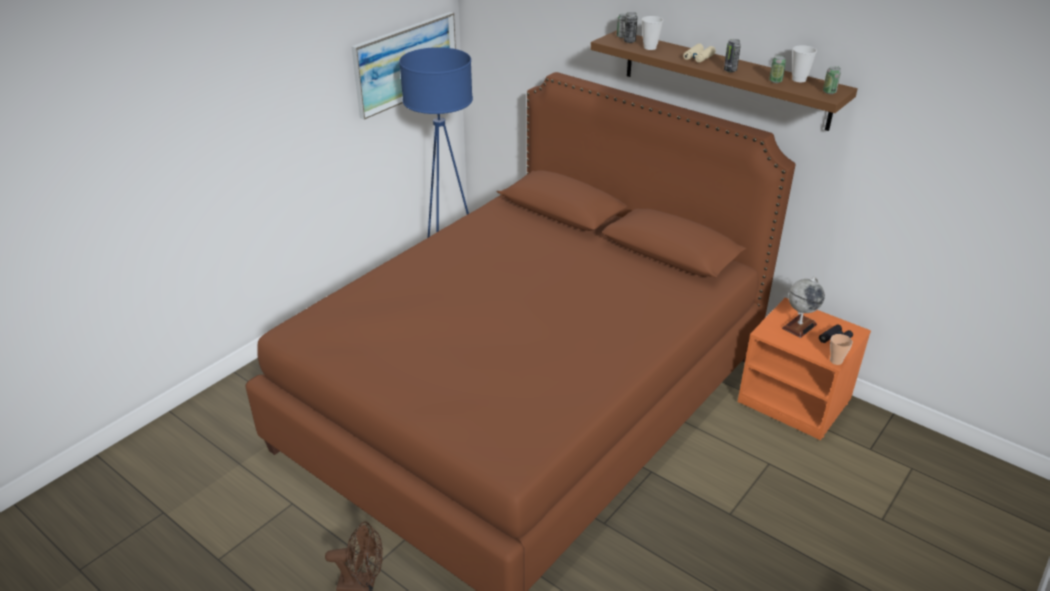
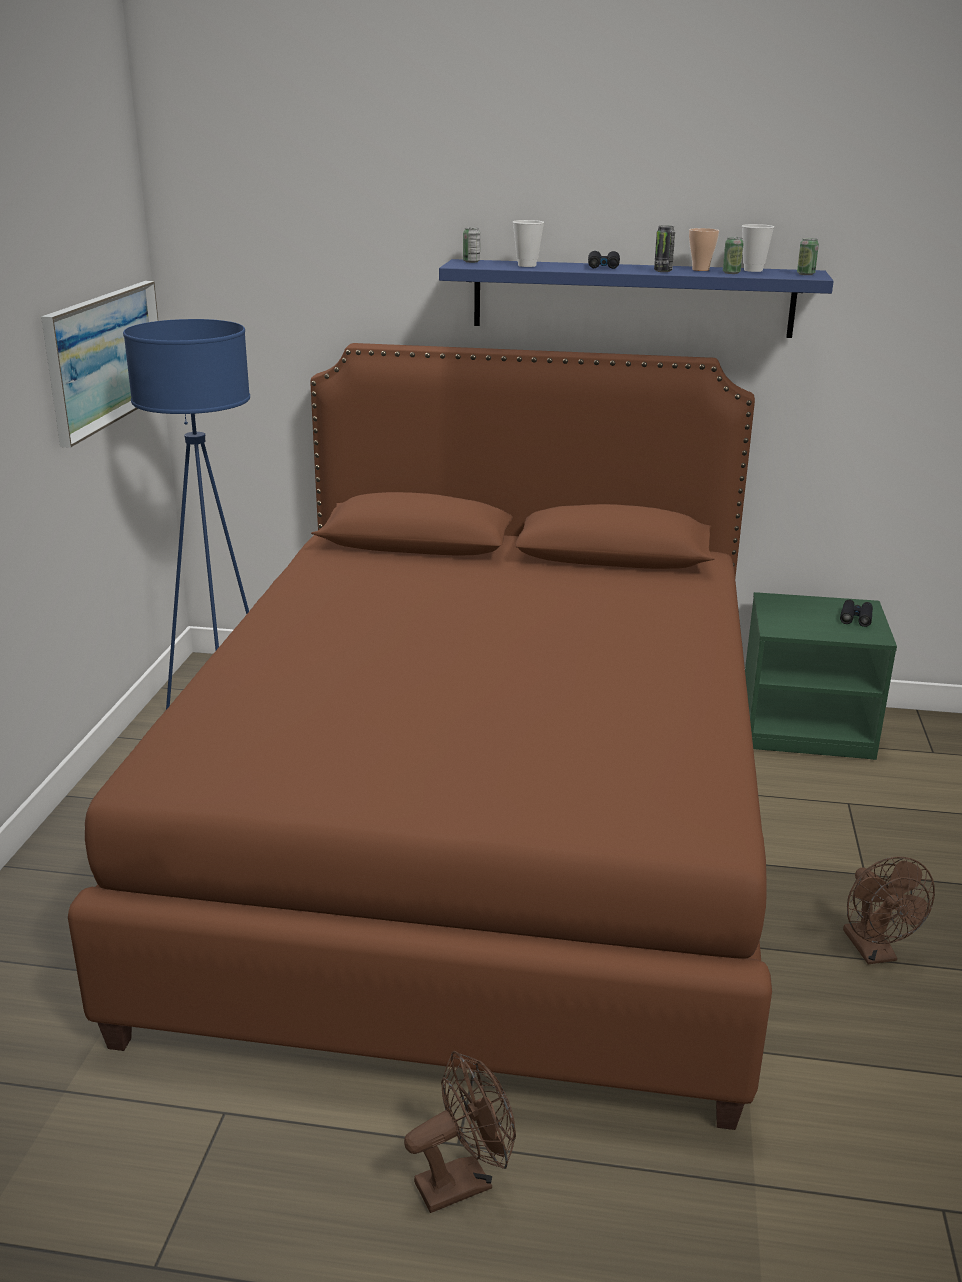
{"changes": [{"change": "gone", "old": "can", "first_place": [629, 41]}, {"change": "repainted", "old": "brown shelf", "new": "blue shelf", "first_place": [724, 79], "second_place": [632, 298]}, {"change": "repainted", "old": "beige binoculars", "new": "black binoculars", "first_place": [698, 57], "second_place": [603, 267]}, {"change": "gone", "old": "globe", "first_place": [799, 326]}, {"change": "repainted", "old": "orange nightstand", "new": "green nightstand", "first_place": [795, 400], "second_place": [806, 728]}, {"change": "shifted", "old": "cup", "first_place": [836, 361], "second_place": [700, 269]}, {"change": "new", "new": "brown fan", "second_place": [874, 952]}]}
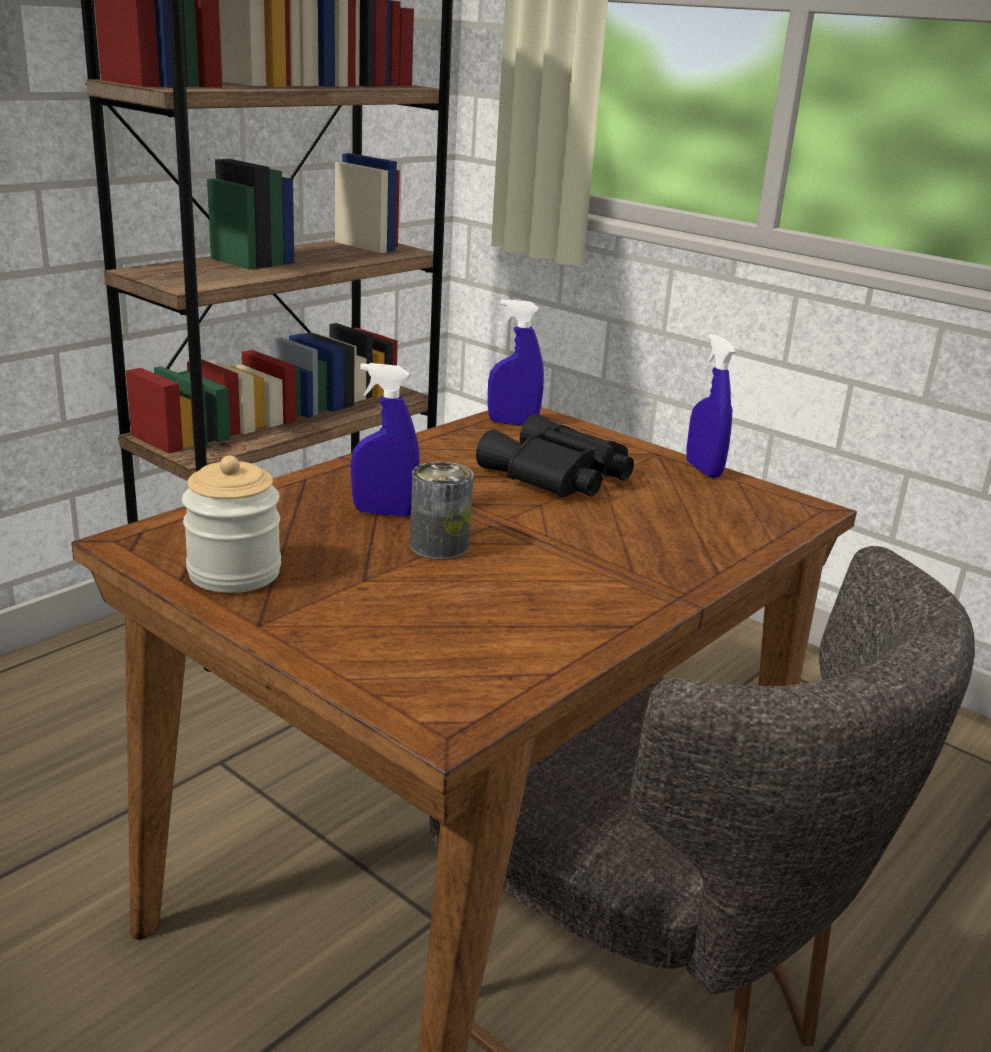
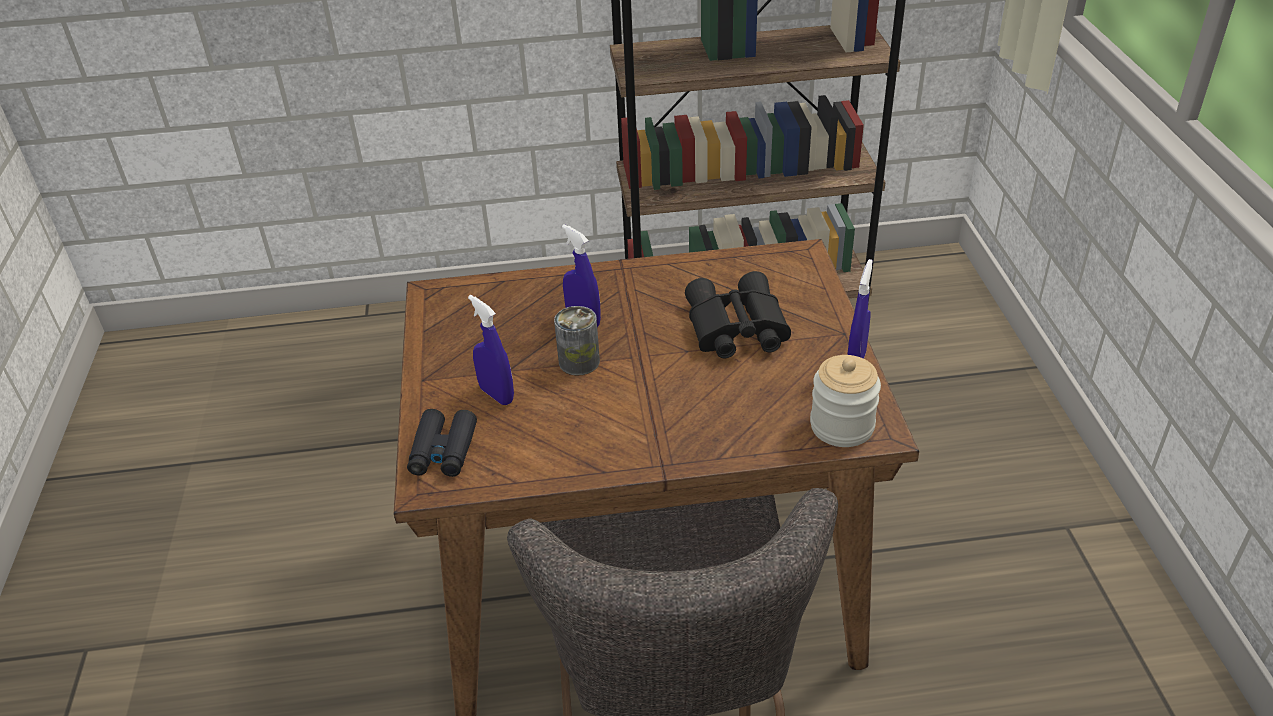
{"changes": [{"change": "shifted", "old": "blue spray bottle", "first_place": [513, 423], "second_place": [496, 395]}, {"change": "shifted", "old": "jar", "first_place": [234, 573], "second_place": [842, 426]}, {"change": "new", "new": "black binoculars", "second_place": [443, 451]}]}
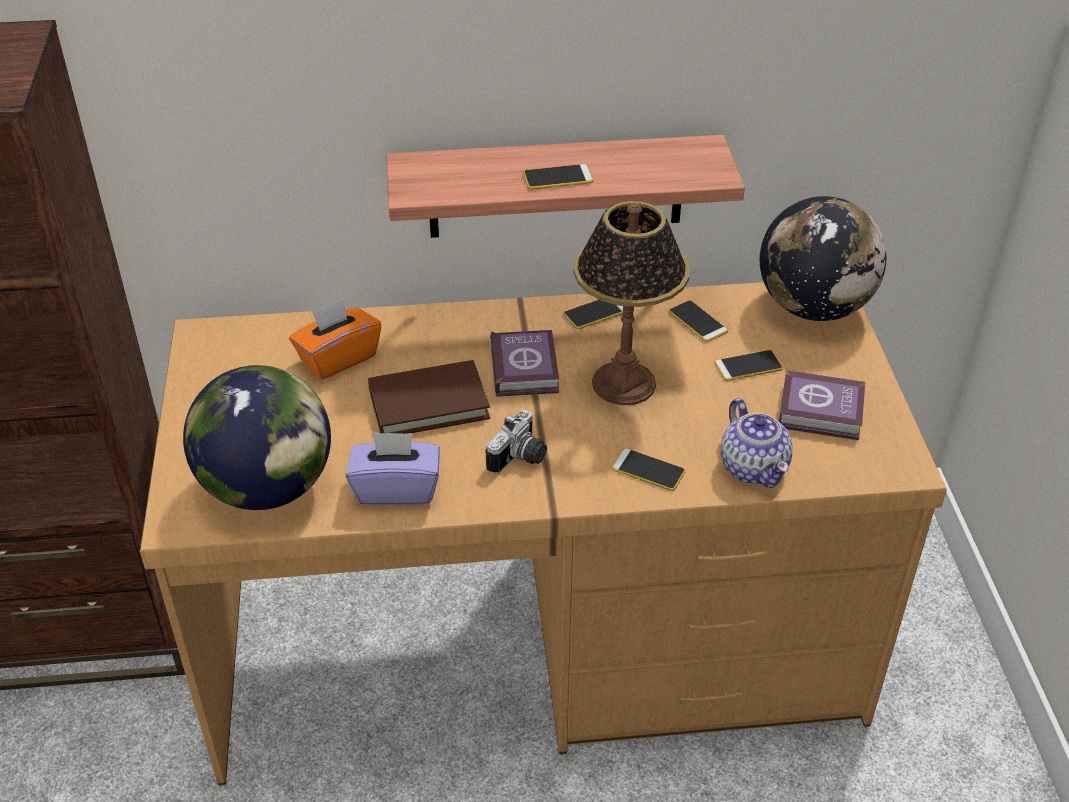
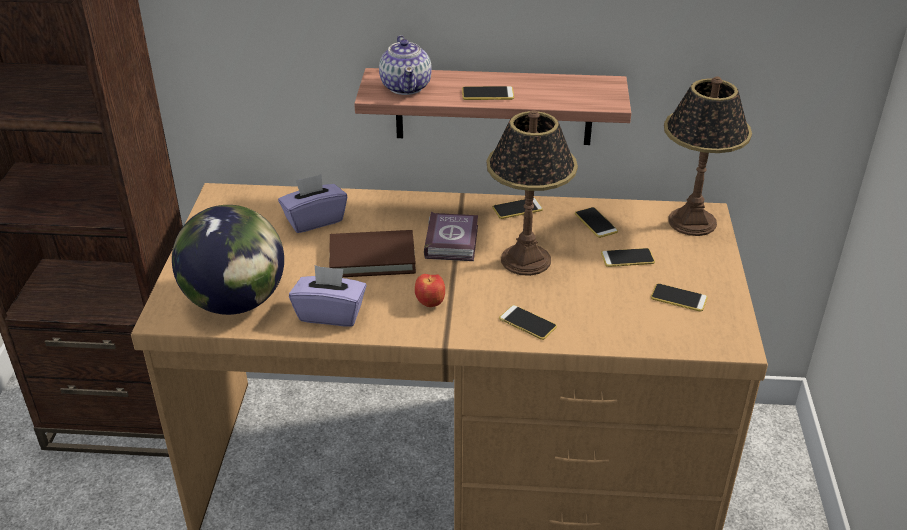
{"changes": [{"change": "swapped", "old": "globe", "new": "table lamp", "first_place": [814, 307], "second_place": [692, 222]}, {"change": "repainted", "old": "orange tissue box", "new": "purple tissue box", "first_place": [338, 358], "second_place": [314, 220]}, {"change": "swapped", "old": "book", "new": "phone", "first_place": [822, 413], "second_place": [678, 298]}, {"change": "shifted", "old": "teapot", "first_place": [753, 467], "second_place": [406, 86]}, {"change": "swapped", "old": "photo camera", "new": "apple", "first_place": [520, 459], "second_place": [430, 303]}]}
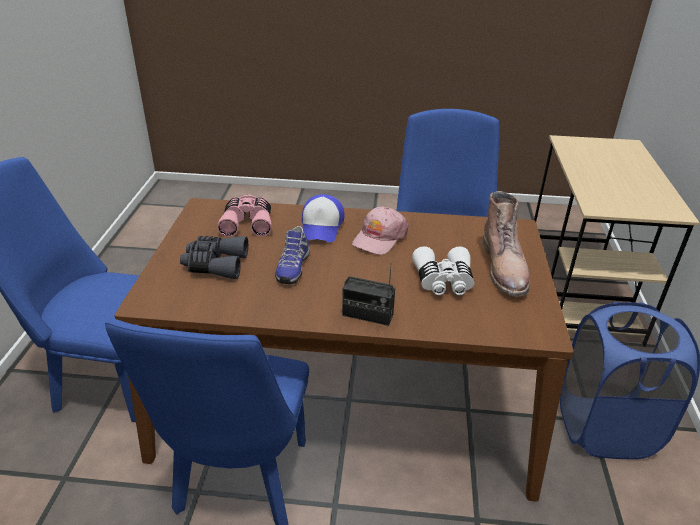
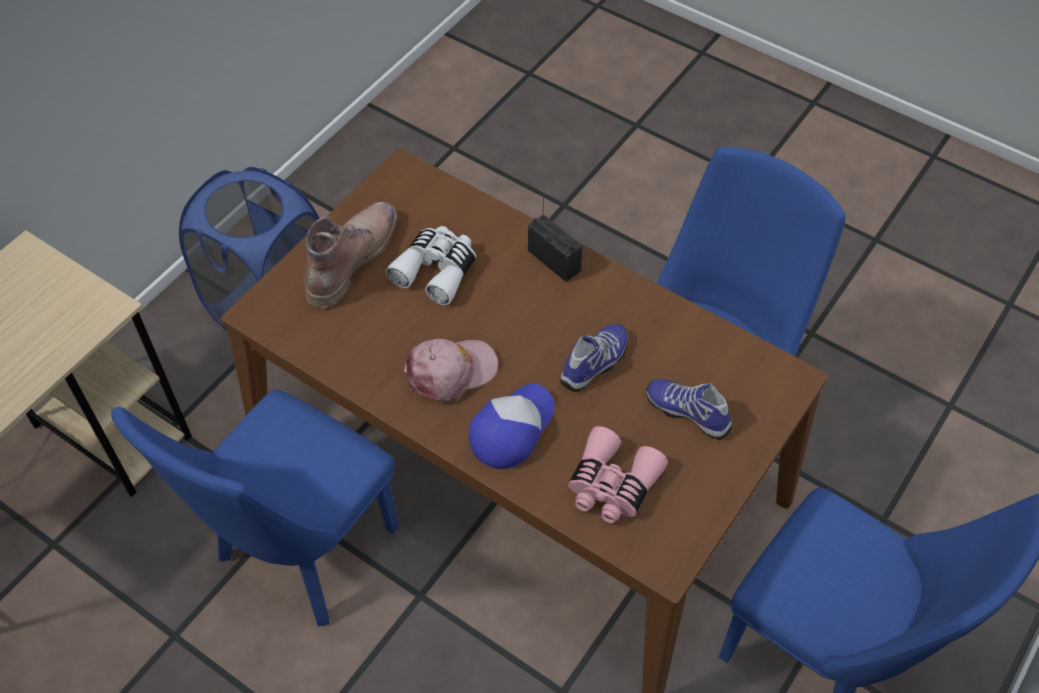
{"changes": [{"change": "swapped", "old": "grey binoculars", "new": "shoe", "first_place": [215, 264], "second_place": [689, 411]}]}
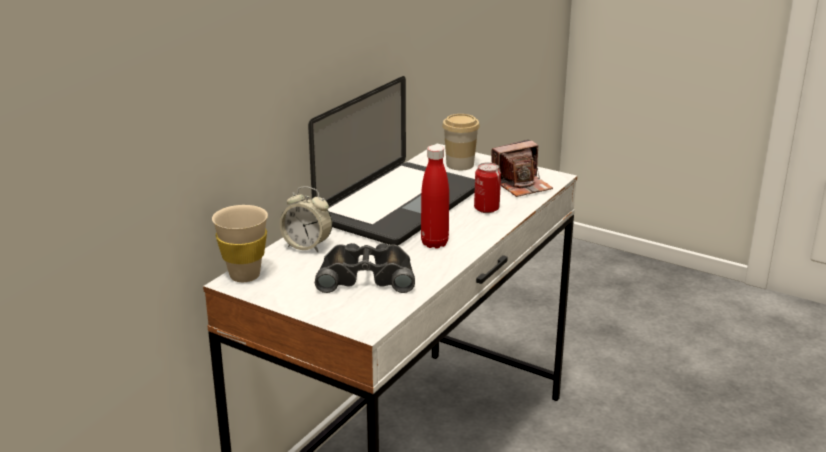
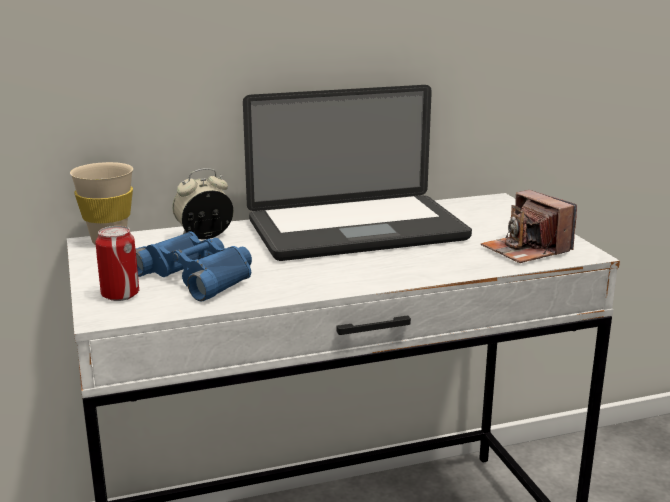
{"changes": [{"change": "gone", "old": "cup", "first_place": [460, 165]}, {"change": "rotated", "old": "photo camera", "first_place": [521, 185], "second_place": [526, 250], "degrees": 45}, {"change": "gone", "old": "red bottle", "first_place": [434, 243]}, {"change": "shifted", "old": "can", "first_place": [486, 209], "second_place": [120, 295]}, {"change": "rotated", "old": "alarm clock", "first_place": [307, 246], "second_place": [204, 236], "degrees": 90}, {"change": "repainted", "old": "black binoculars", "new": "blue binoculars", "first_place": [366, 276], "second_place": [198, 275]}]}
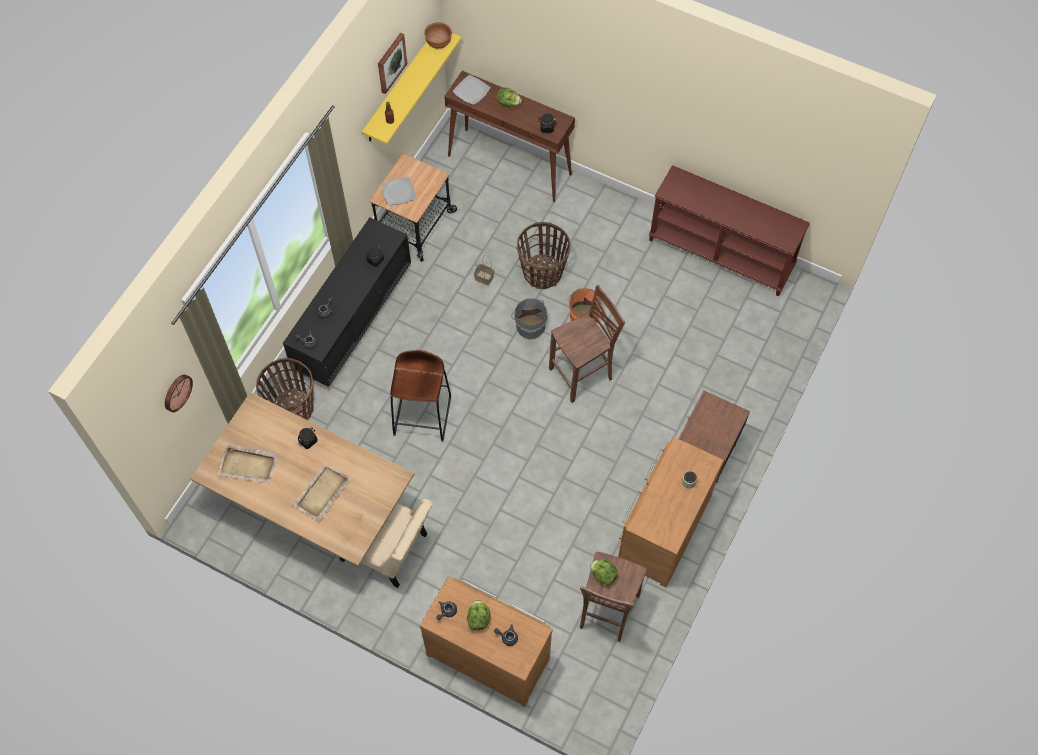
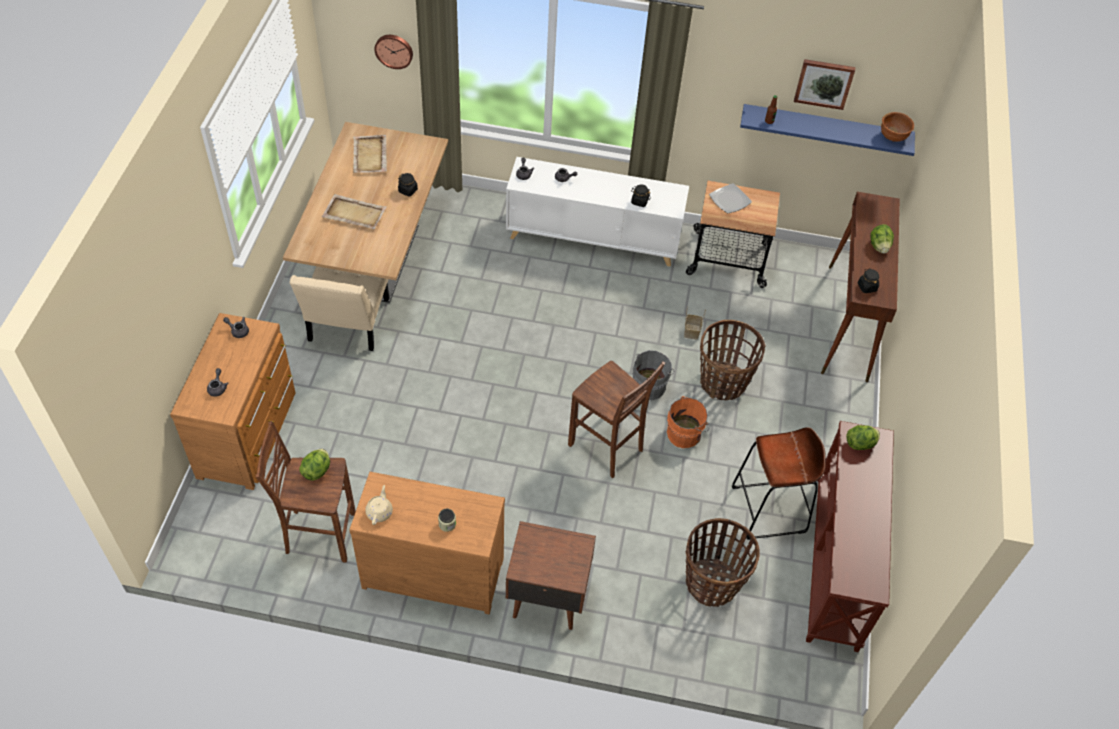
{"changes": [{"change": "repainted", "old": "yellow shelf", "new": "blue shelf", "first_place": [401, 86], "second_place": [825, 129]}, {"change": "gone", "old": "plate", "first_place": [471, 91]}, {"change": "repainted", "old": "black cabinet", "new": "white cabinet", "first_place": [354, 321], "second_place": [593, 238]}, {"change": "shifted", "old": "brown stool", "first_place": [422, 416], "second_place": [769, 510]}, {"change": "shifted", "old": "basket", "first_place": [292, 408], "second_place": [712, 582]}, {"change": "shifted", "old": "lettuce", "first_place": [478, 618], "second_place": [860, 444]}, {"change": "new", "new": "beige teapot", "second_place": [379, 512]}]}
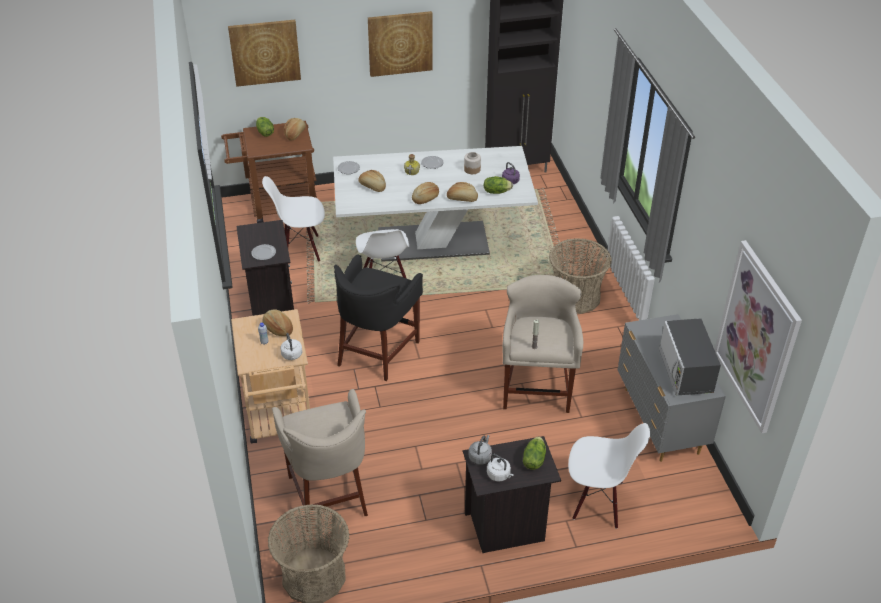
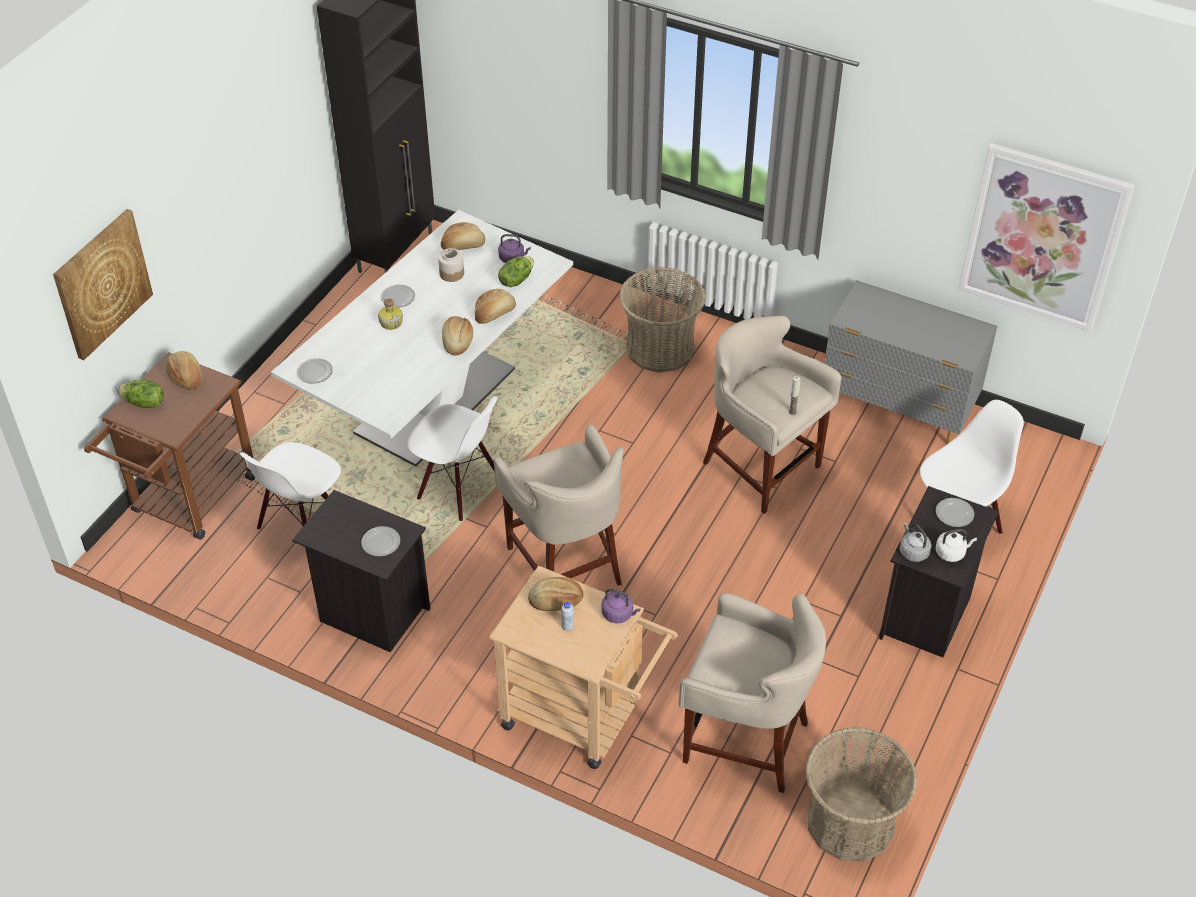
{"changes": [{"change": "gone", "old": "picture", "first_place": [400, 43]}, {"change": "shifted", "old": "bread", "first_place": [372, 186], "second_place": [463, 246]}, {"change": "repainted", "old": "black stool", "new": "beige stool", "first_place": [378, 352], "second_place": [566, 563]}, {"change": "gone", "old": "microwave", "first_place": [685, 371]}, {"change": "repainted", "old": "white kettle", "new": "purple kettle", "first_place": [292, 355], "second_place": [619, 614]}, {"change": "swapped", "old": "lettuce", "new": "plate", "first_place": [533, 460], "second_place": [954, 514]}]}
